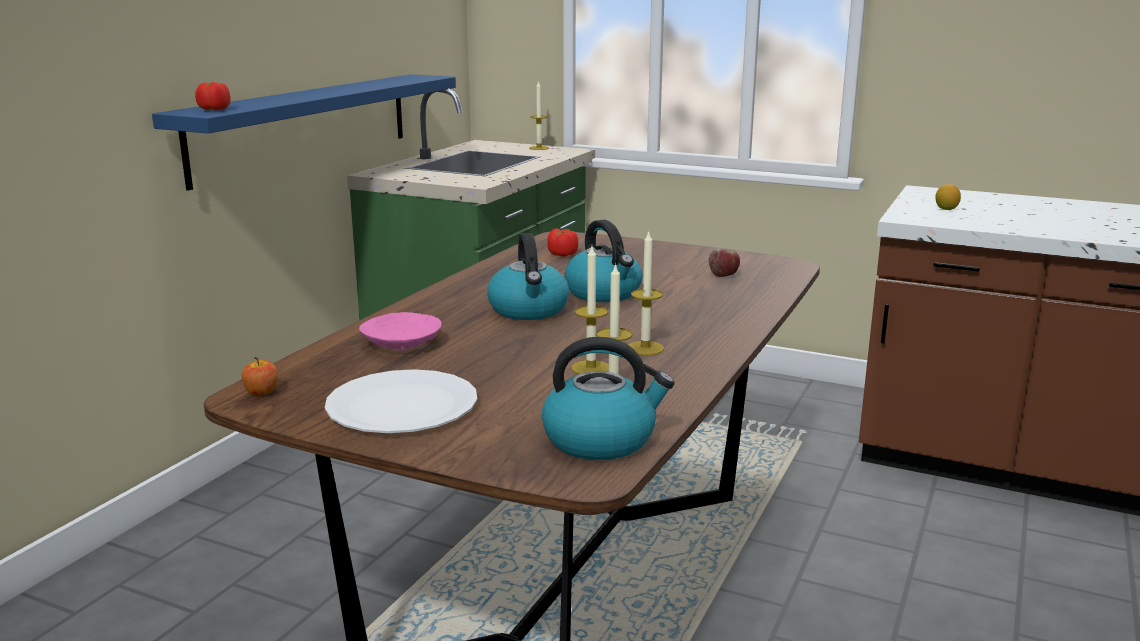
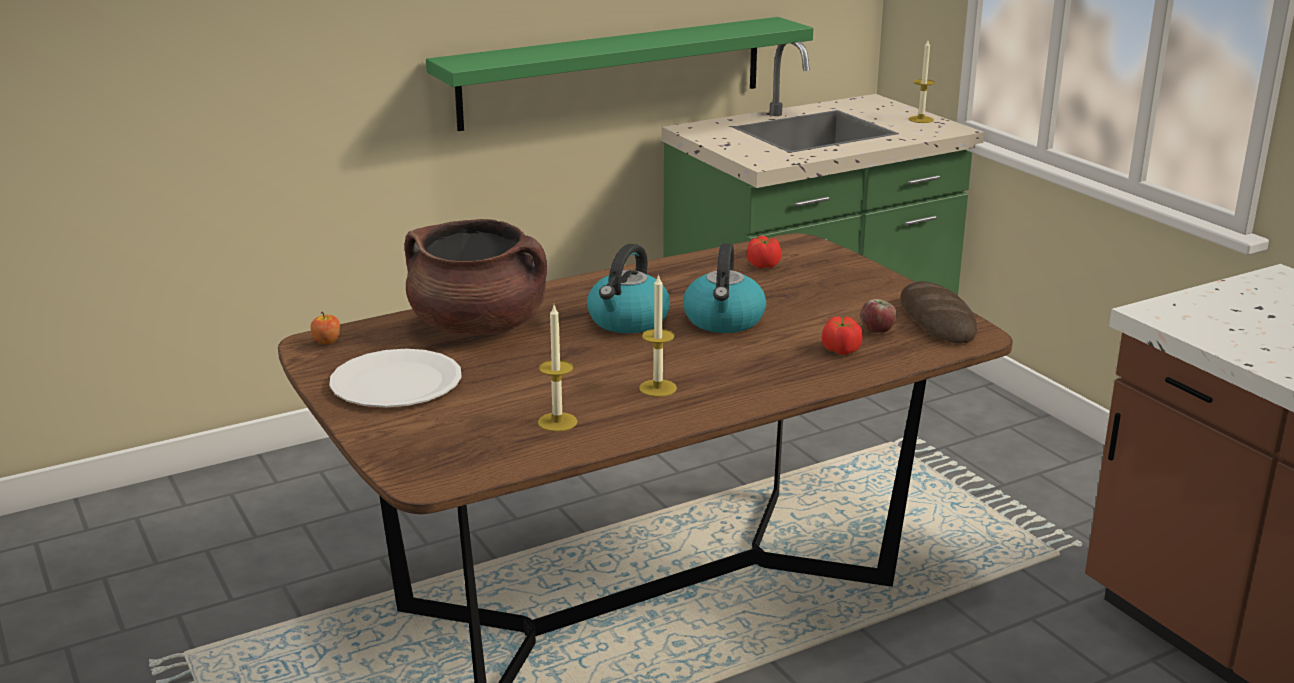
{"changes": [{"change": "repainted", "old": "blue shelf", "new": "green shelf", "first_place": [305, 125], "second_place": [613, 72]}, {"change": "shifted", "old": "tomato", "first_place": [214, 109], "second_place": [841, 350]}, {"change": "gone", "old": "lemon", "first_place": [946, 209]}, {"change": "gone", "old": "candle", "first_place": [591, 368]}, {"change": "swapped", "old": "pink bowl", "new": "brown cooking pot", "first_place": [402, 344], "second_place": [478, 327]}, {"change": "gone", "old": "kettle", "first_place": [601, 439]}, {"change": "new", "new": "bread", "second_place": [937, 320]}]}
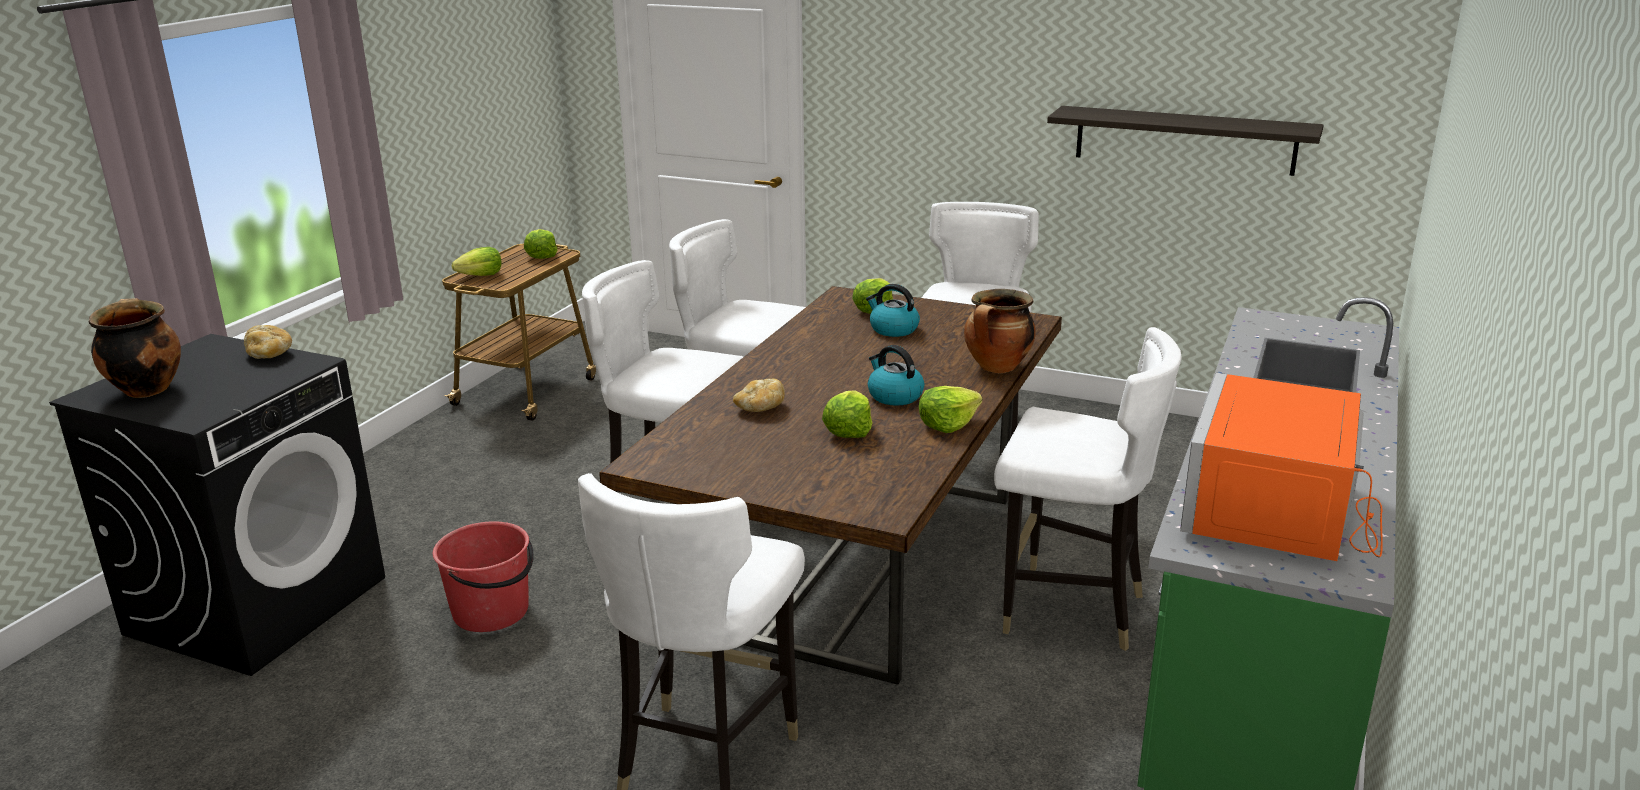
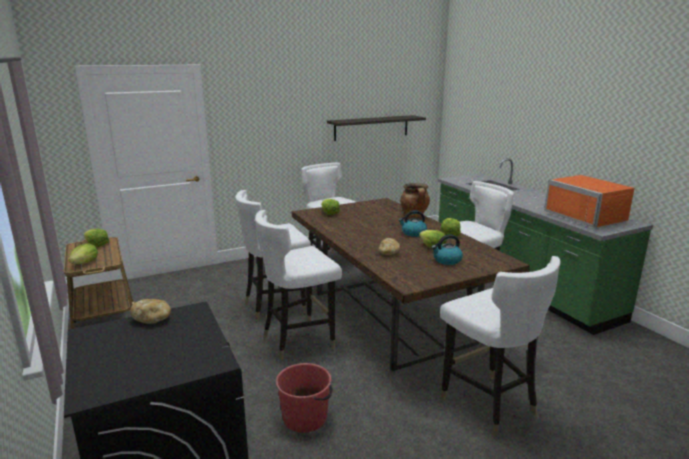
{"changes": [{"change": "shifted", "old": "kettle", "first_place": [893, 329], "second_place": [447, 260]}, {"change": "gone", "old": "cooking pot", "first_place": [146, 389]}]}
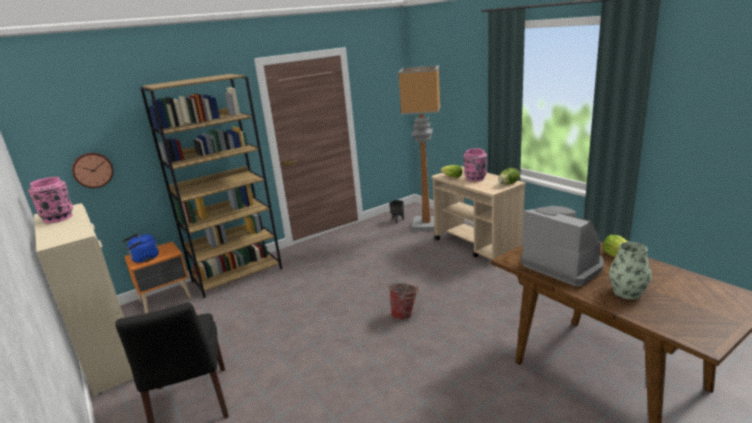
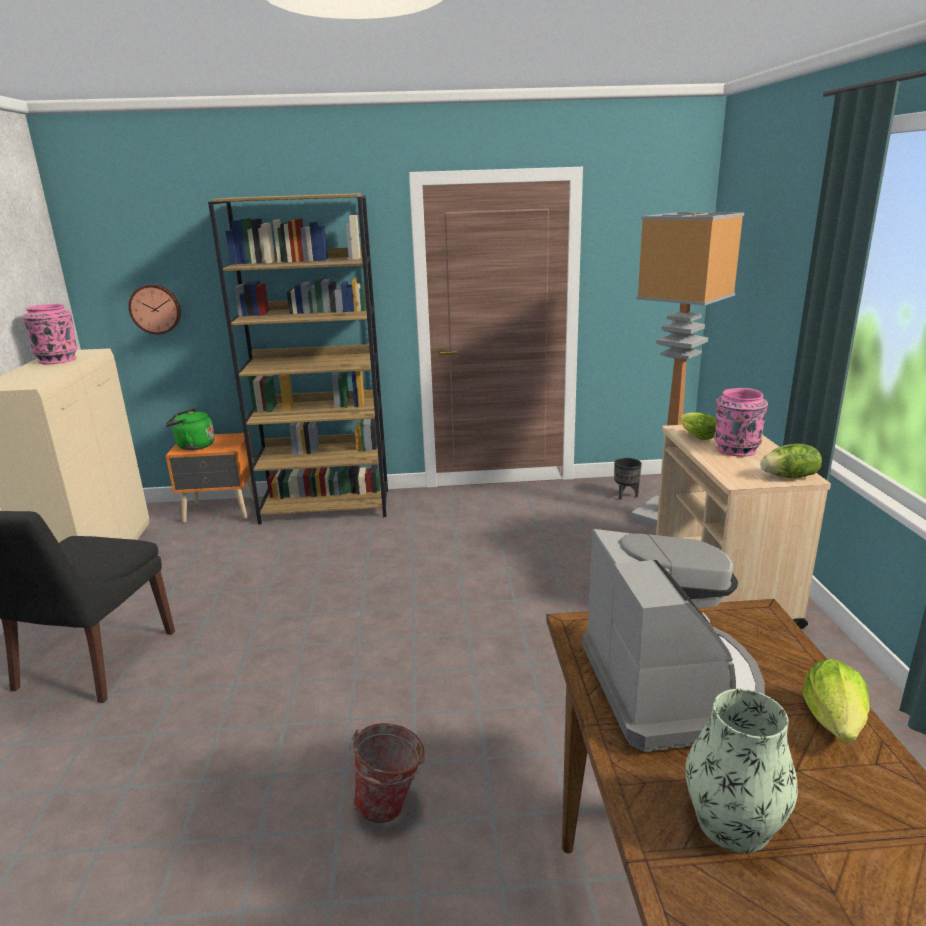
{"changes": [{"change": "repainted", "old": "blue kettle", "new": "green kettle", "first_place": [144, 259], "second_place": [193, 446]}, {"change": "shifted", "old": "bucket", "first_place": [405, 314], "second_place": [392, 805]}]}
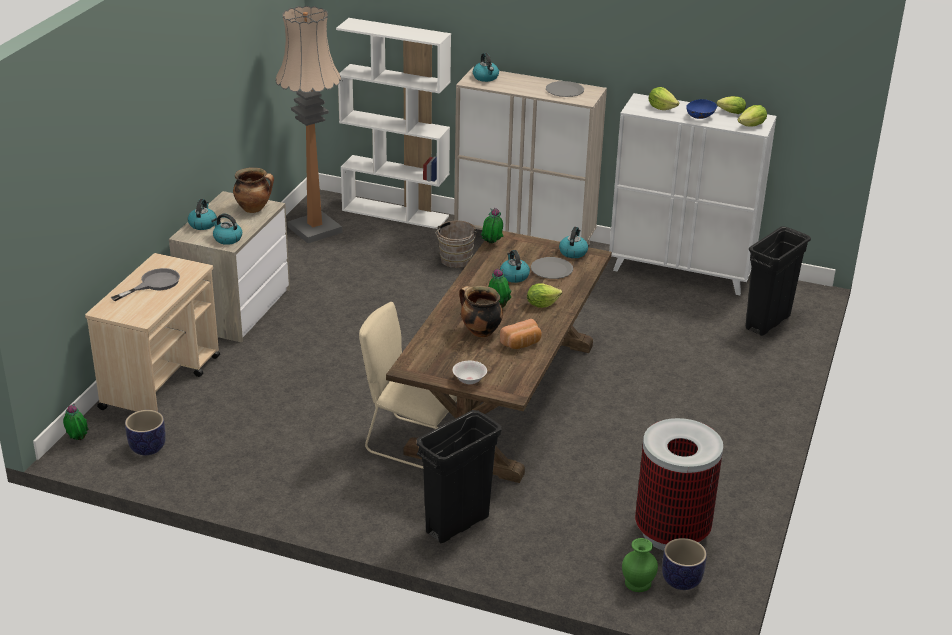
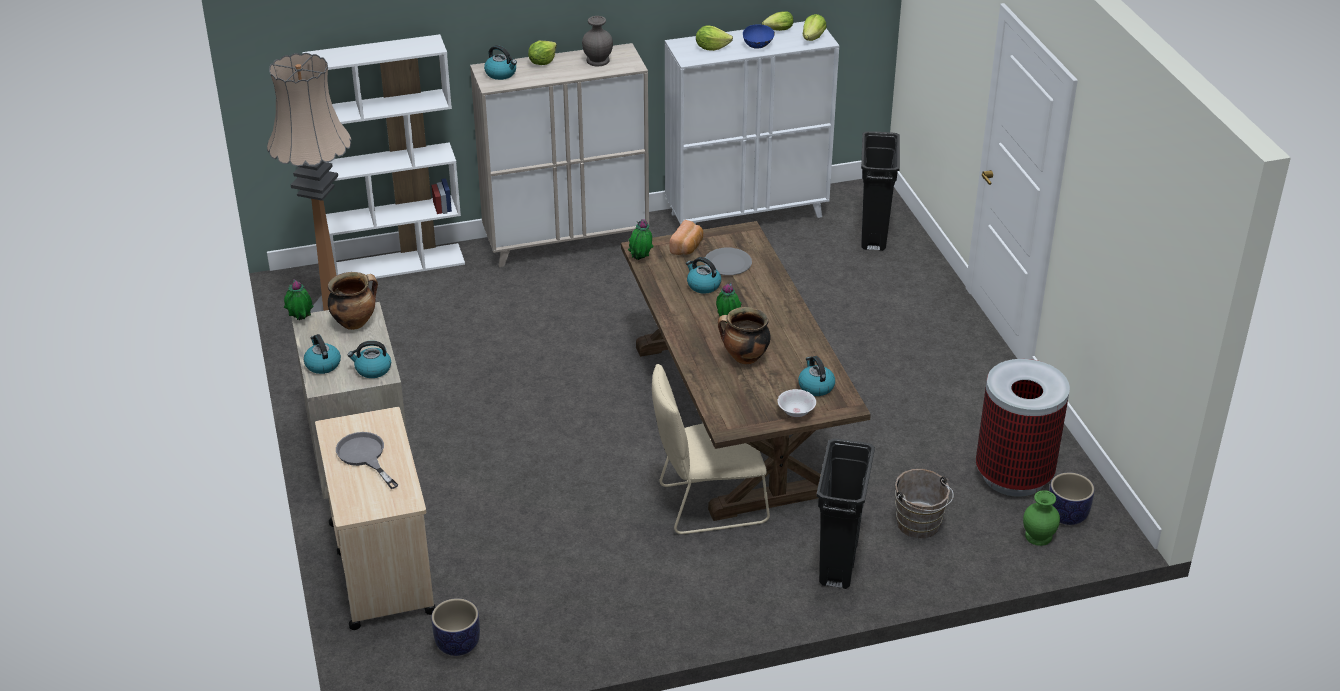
{"changes": [{"change": "swapped", "old": "grey plate", "new": "grey vase", "first_place": [564, 90], "second_place": [597, 61]}, {"change": "shifted", "old": "brown bucket", "first_place": [455, 261], "second_place": [919, 526]}, {"change": "shifted", "old": "kettle", "first_place": [573, 252], "second_place": [815, 386]}, {"change": "rotated", "old": "grey frying pan", "first_place": [154, 284], "second_place": [365, 456], "degrees": -45}, {"change": "shifted", "old": "lettuce", "first_place": [542, 304], "second_place": [542, 62]}, {"change": "shifted", "old": "bread", "first_place": [522, 344], "second_place": [687, 247]}, {"change": "shifted", "old": "potted plant", "first_place": [77, 440], "second_place": [300, 320]}]}
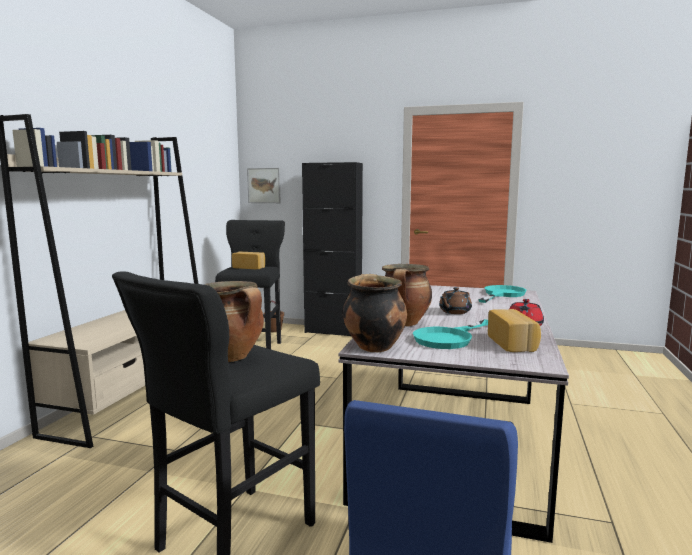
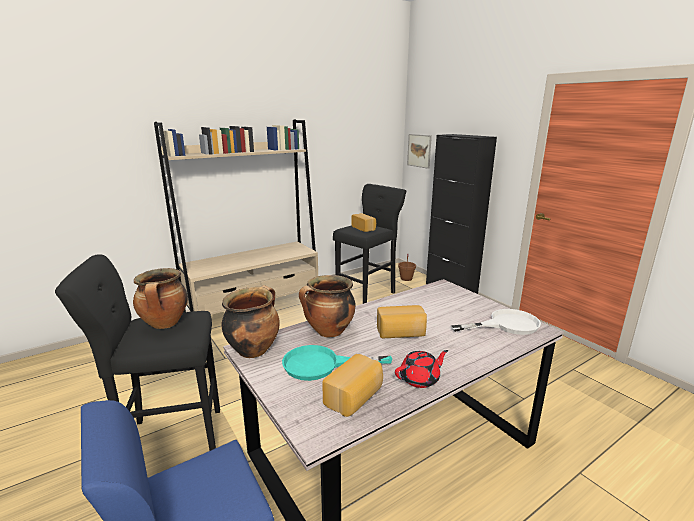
{"changes": [{"change": "repainted", "old": "turquoise frying pan", "new": "white frying pan", "first_place": [501, 294], "second_place": [506, 324]}, {"change": "swapped", "old": "brown teapot", "new": "bread", "first_place": [454, 312], "second_place": [401, 333]}]}
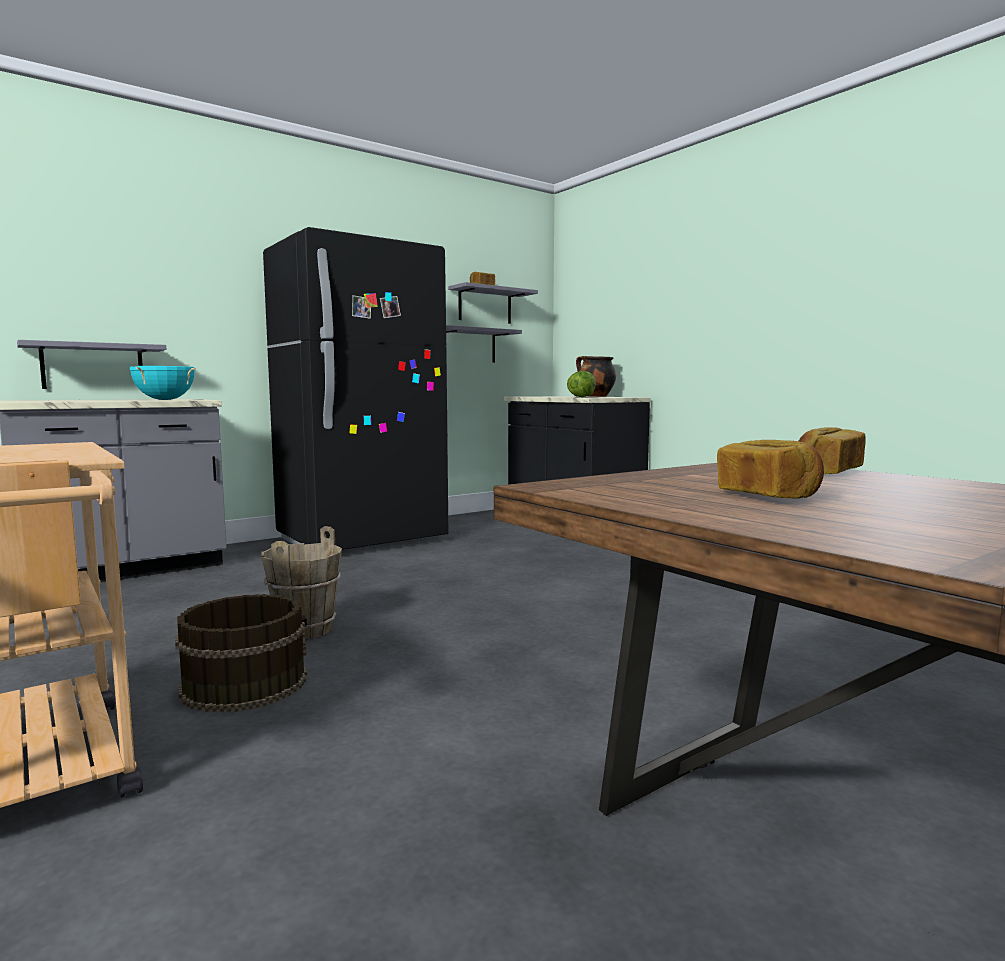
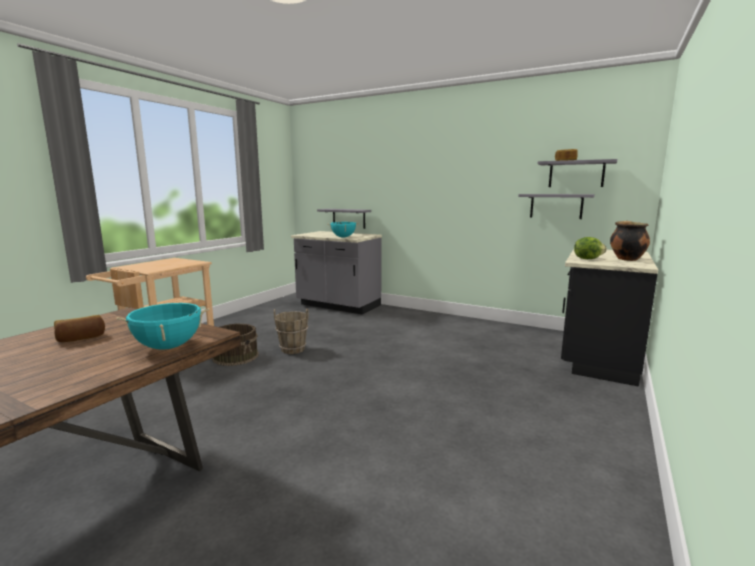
{"changes": [{"change": "gone", "old": "black fridge", "first_place": [362, 540]}, {"change": "swapped", "old": "bread", "new": "turquoise cooking pot", "first_place": [826, 472], "second_place": [168, 347]}]}
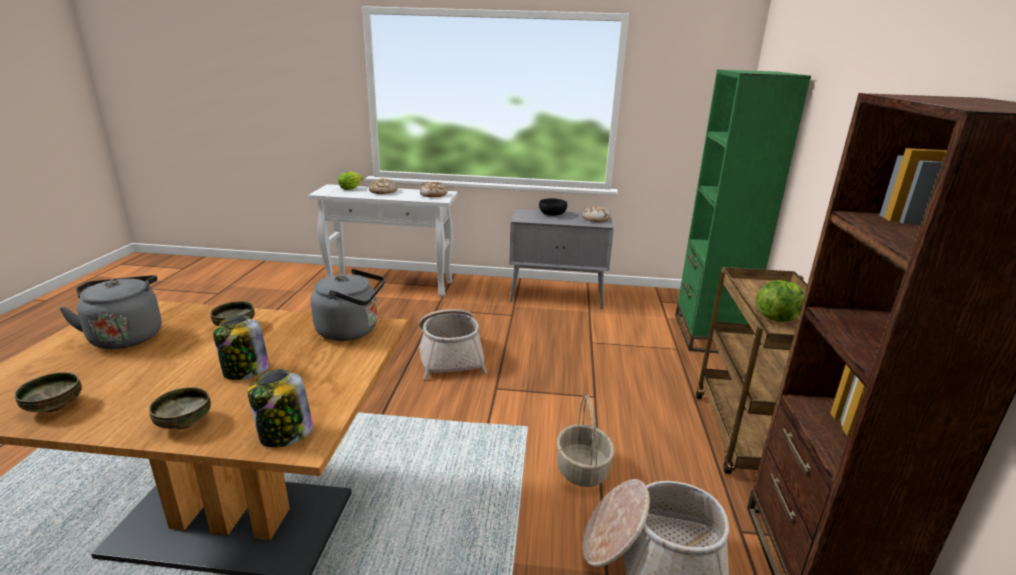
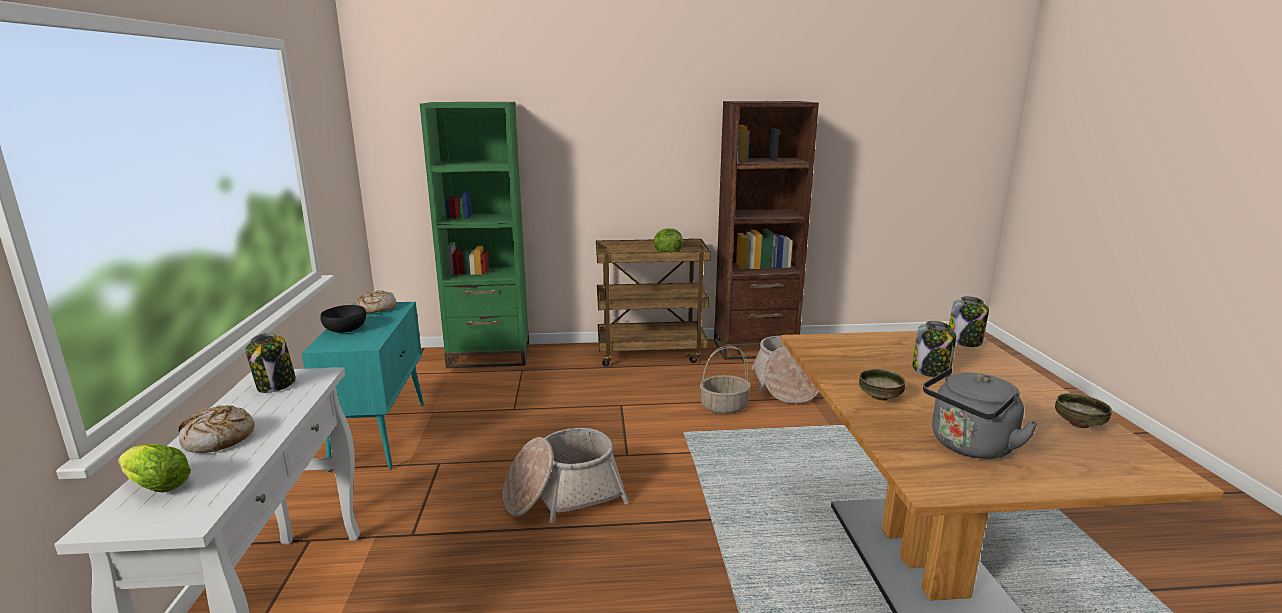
{"changes": [{"change": "swapped", "old": "bread", "new": "jar", "first_place": [433, 194], "second_place": [276, 385]}, {"change": "repainted", "old": "grey cabinet", "new": "turquoise cabinet", "first_place": [557, 296], "second_place": [380, 434]}, {"change": "gone", "old": "grey kettle", "first_place": [352, 330]}, {"change": "gone", "old": "bowl", "first_place": [183, 423]}]}
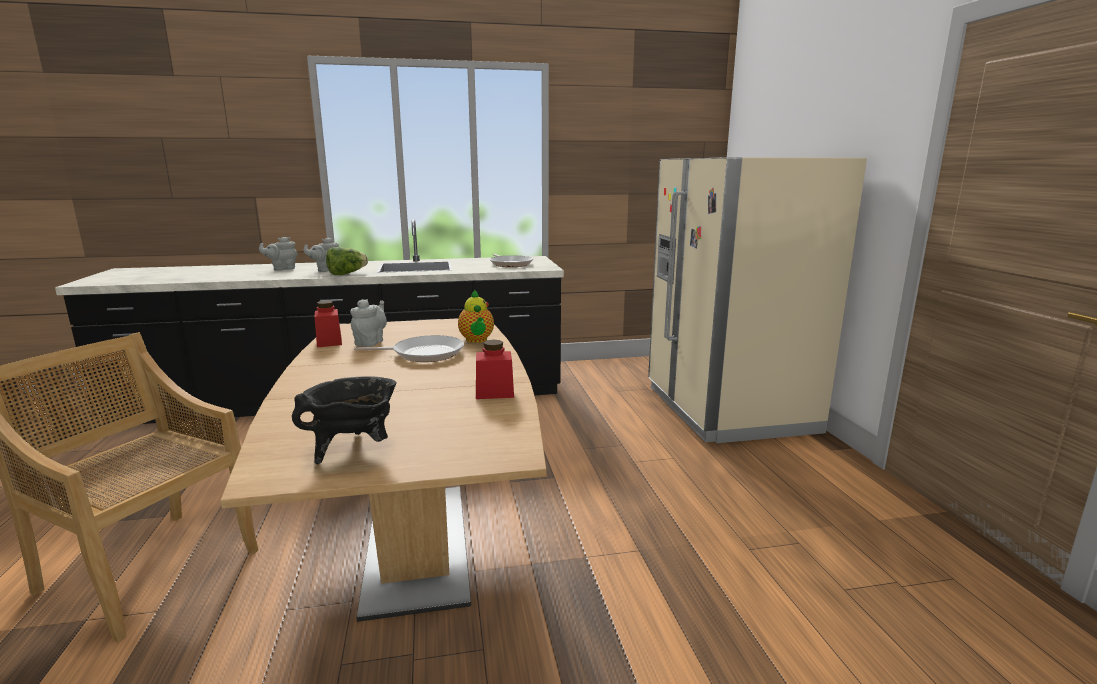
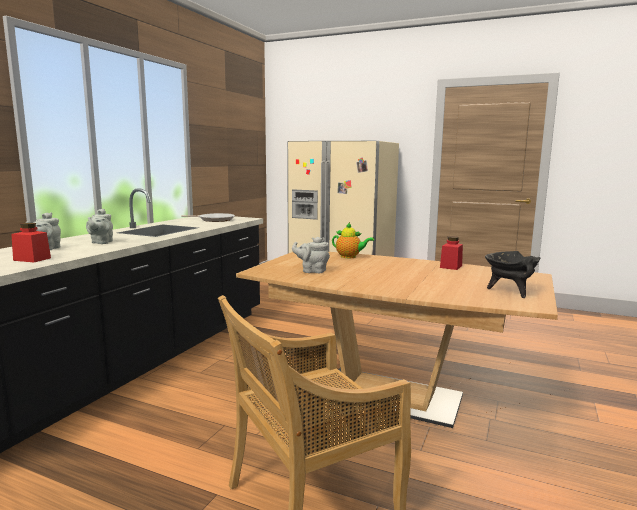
{"changes": [{"change": "gone", "old": "lettuce", "first_place": [346, 274]}, {"change": "rotated", "old": "grey teapot", "first_place": [371, 342], "second_place": [312, 271], "degrees": -45}, {"change": "shifted", "old": "red jar", "first_place": [329, 342], "second_place": [32, 259]}, {"change": "gone", "old": "frying pan", "first_place": [424, 353]}]}
